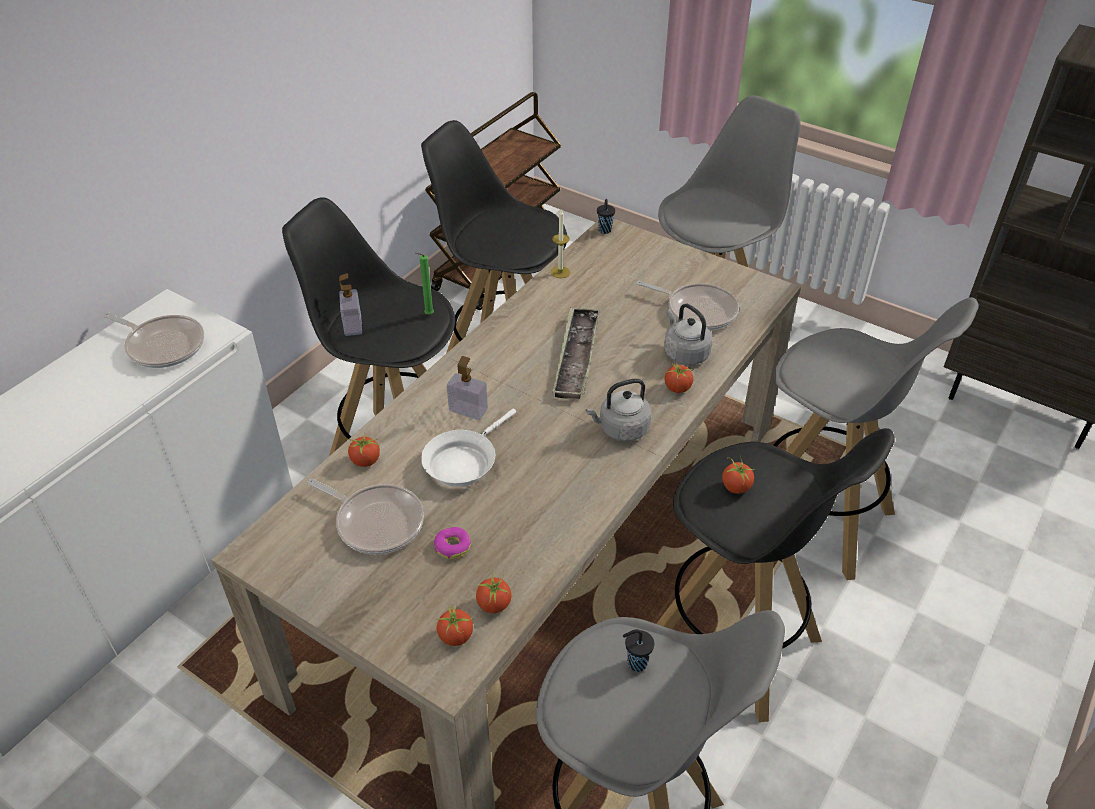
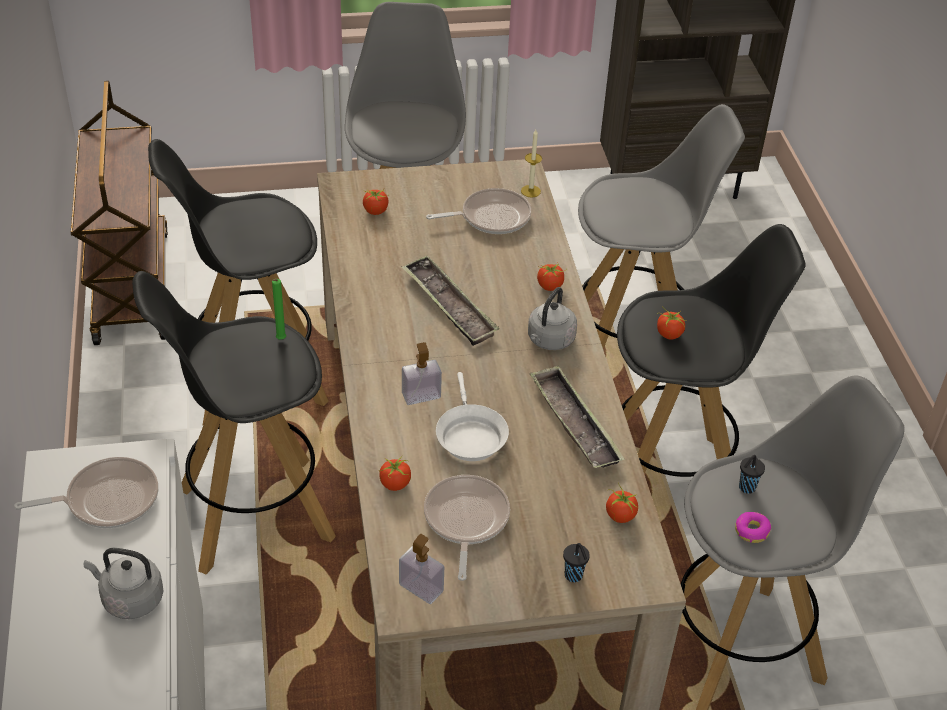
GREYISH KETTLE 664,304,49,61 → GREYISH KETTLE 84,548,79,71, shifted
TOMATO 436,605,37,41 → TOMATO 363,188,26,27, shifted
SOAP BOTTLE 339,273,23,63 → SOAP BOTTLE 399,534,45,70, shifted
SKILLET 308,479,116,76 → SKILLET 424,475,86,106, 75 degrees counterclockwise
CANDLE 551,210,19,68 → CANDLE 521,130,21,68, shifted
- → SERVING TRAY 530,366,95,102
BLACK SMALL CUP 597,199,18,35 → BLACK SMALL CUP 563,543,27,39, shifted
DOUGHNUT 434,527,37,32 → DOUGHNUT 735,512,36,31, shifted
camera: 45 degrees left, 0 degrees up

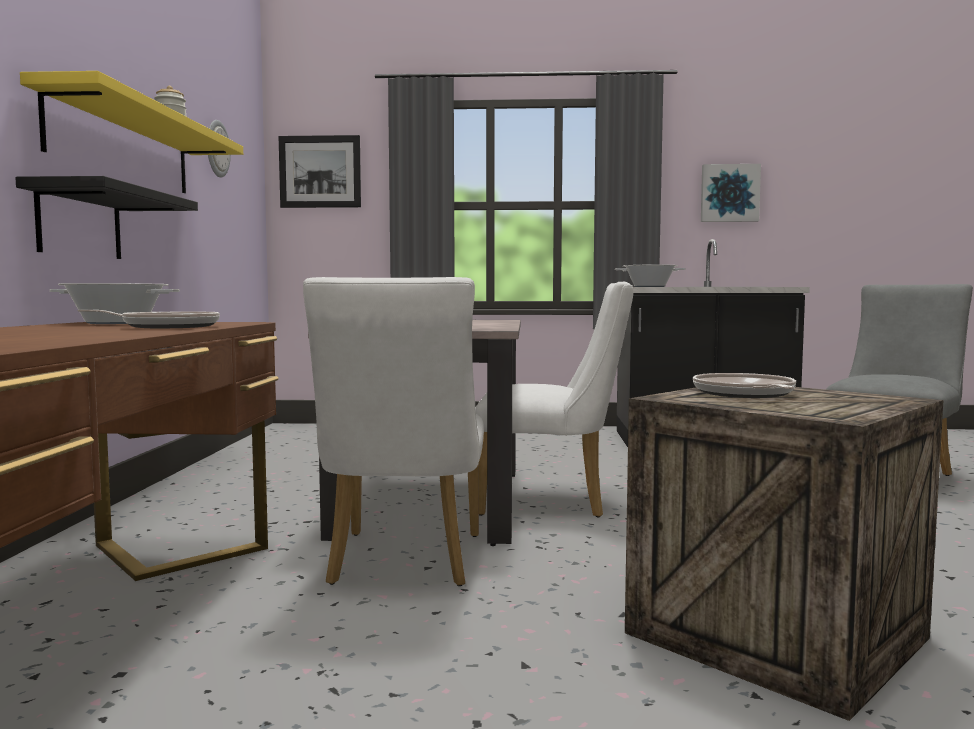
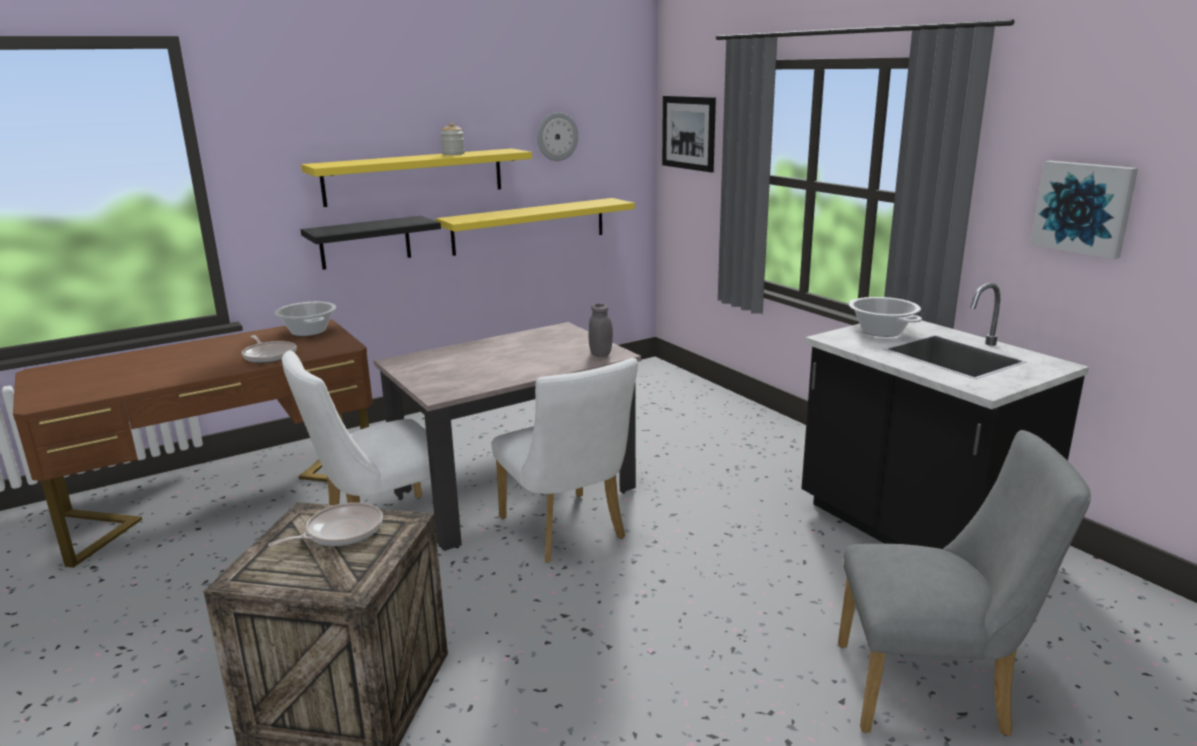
- → YELLOWISH WALL SHELF 436,198,199,58
- → GREYISH JAR 589,303,24,54
camera: 55 degrees right, 15 degrees up

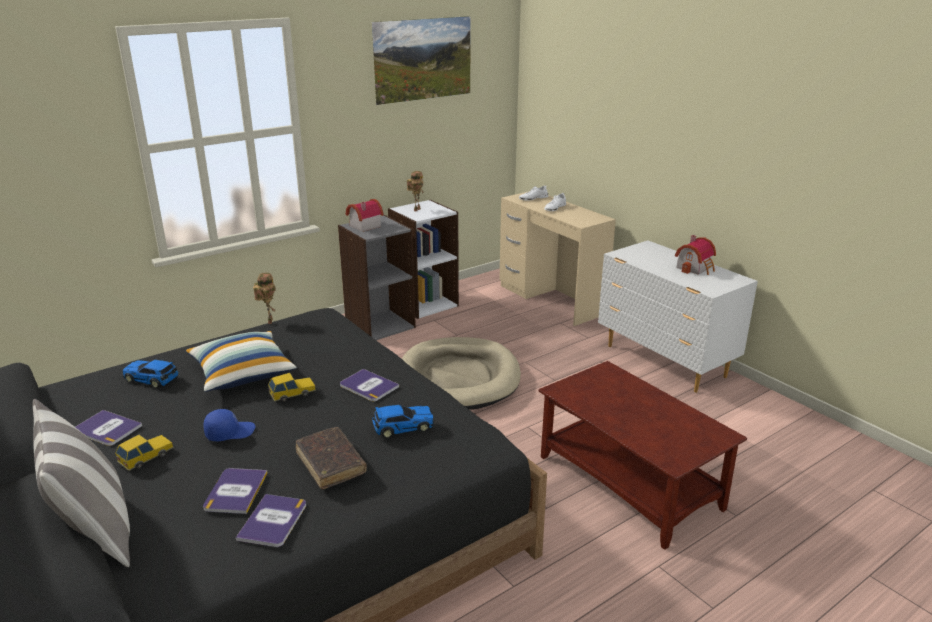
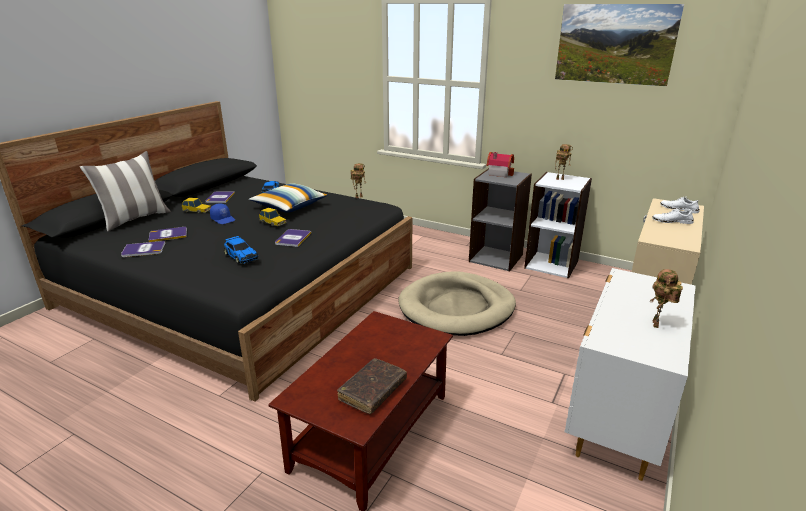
BROWNISH VOLUME 296,427,71,63 → BROWNISH VOLUME 337,358,70,56, shifted
TOY HOUSE 675,235,41,40 → TOY ROBOT 649,269,34,59
camera: 65 degrees right, 0 degrees up

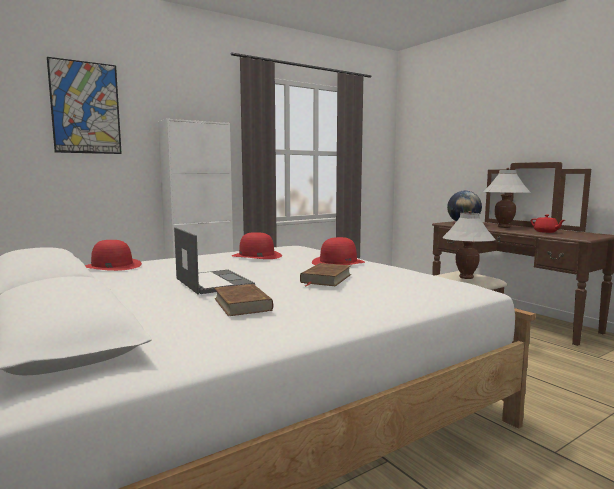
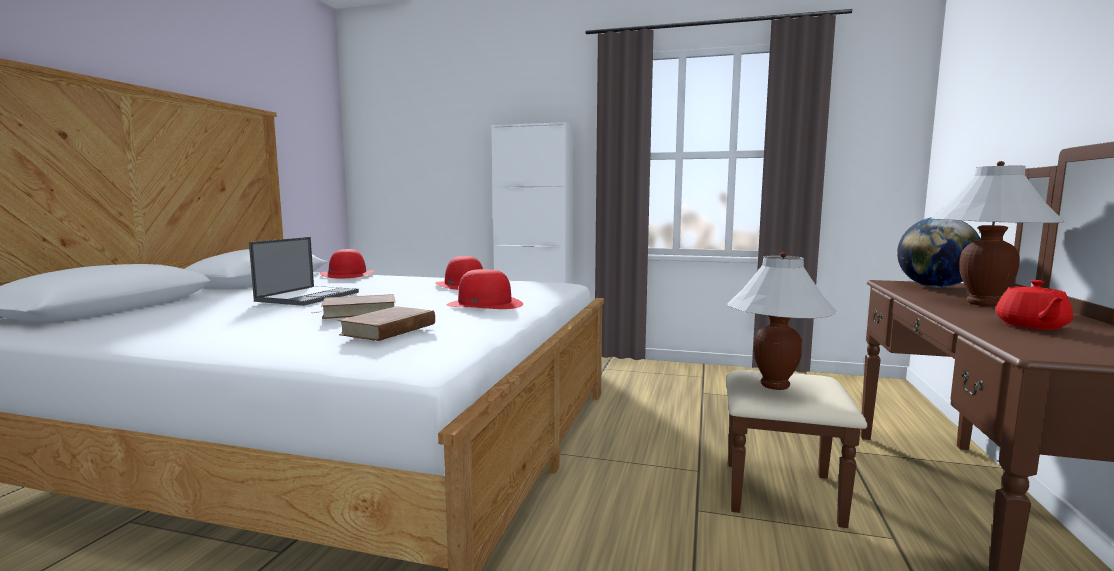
BROWNISH VOLUME 214,284,59,32 → BROWNISH VOLUME 338,306,97,35, shifted
WALL PICTURE 47,57,75,97 → -
camera: 50 degrees right, 0 degrees up

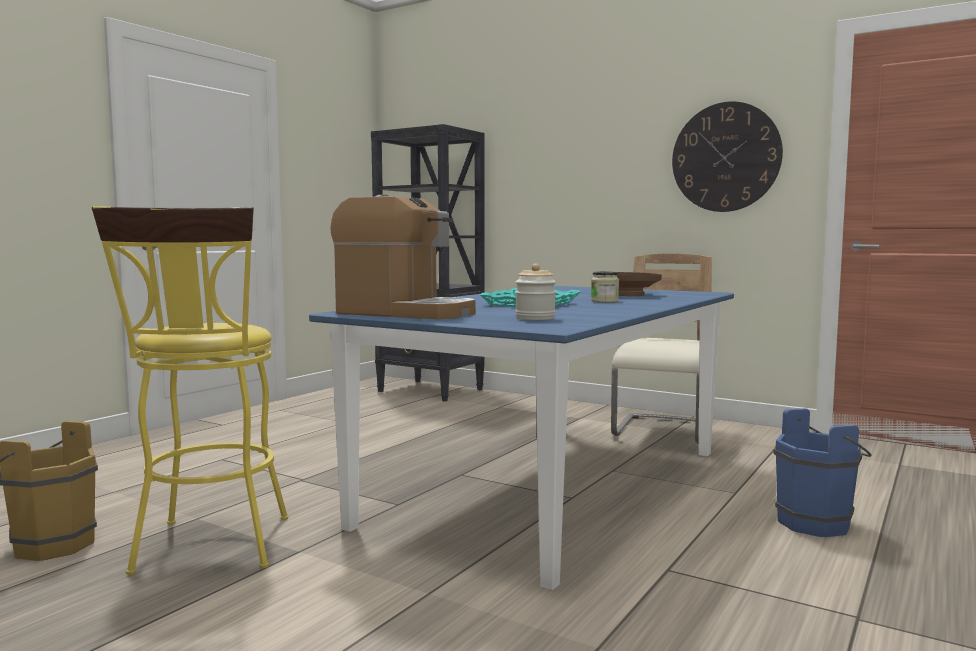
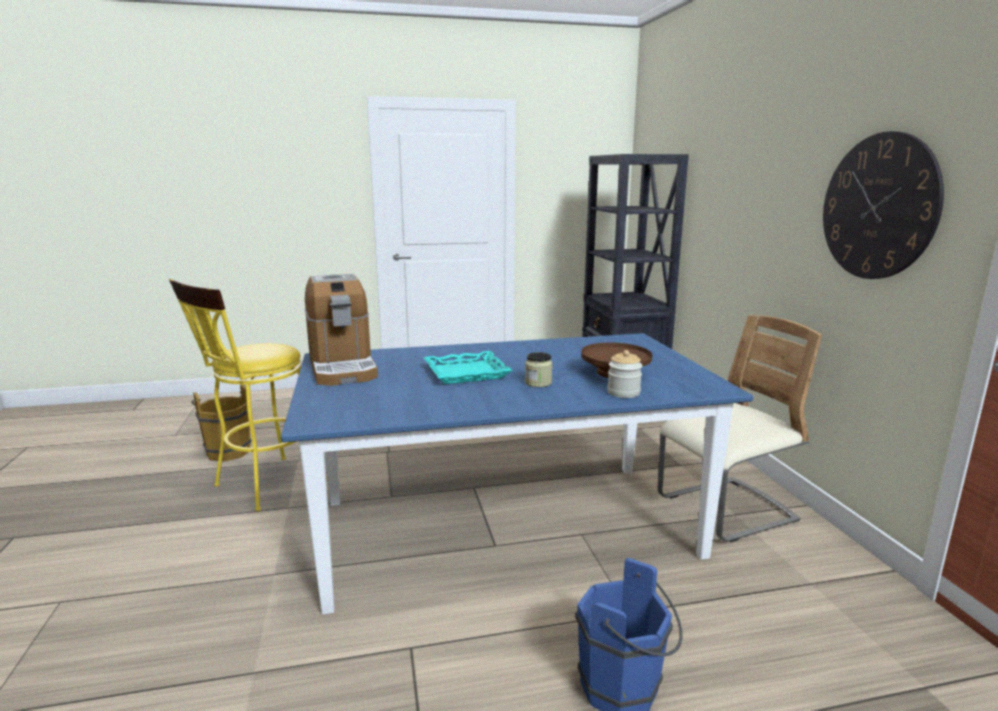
JAR 515,263,41,57 → JAR 607,350,35,48, shifted
camera: 45 degrees right, 10 degrees up

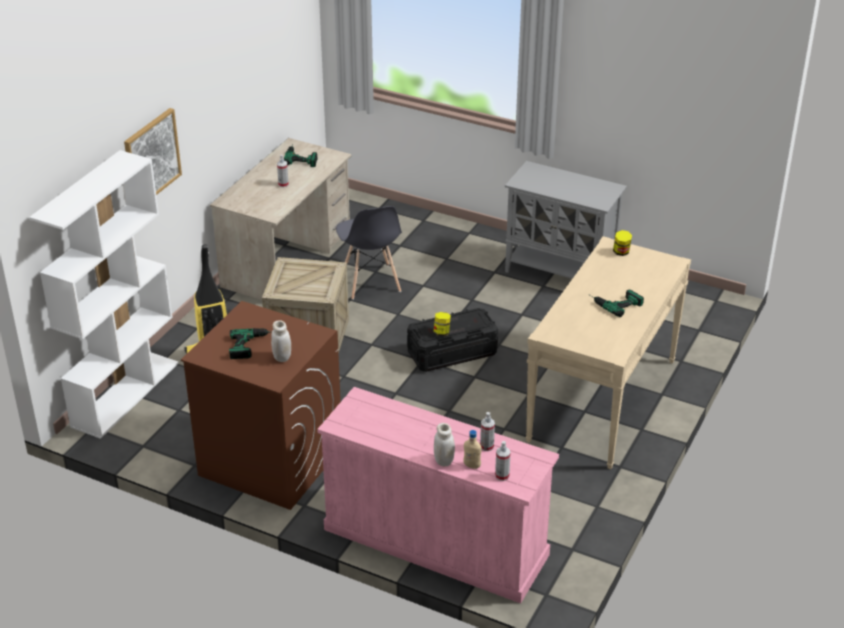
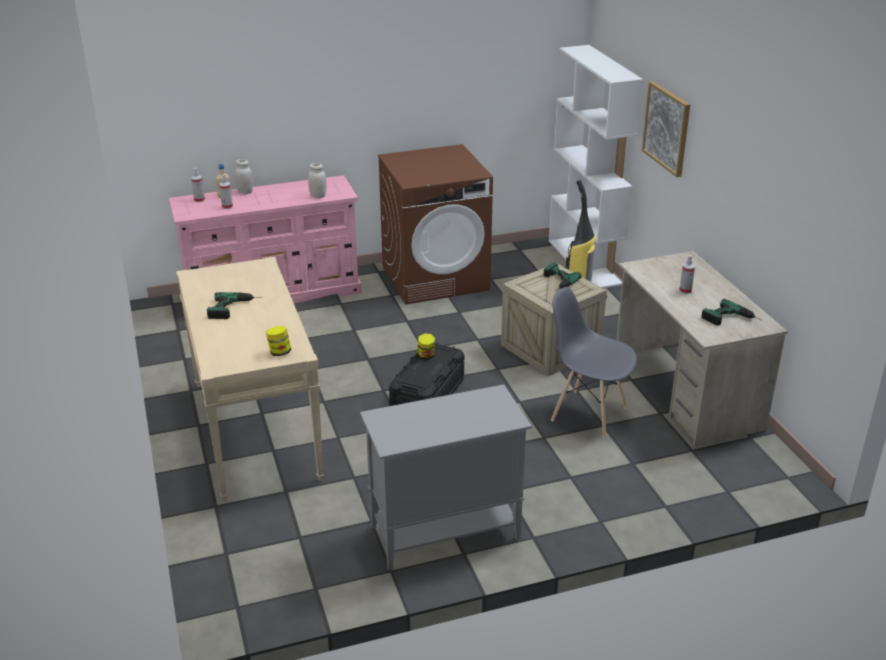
WHITE-COLOURED JAR 271,320,20,42 → WHITE-COLOURED JAR 308,163,19,35, shifted
DRILL 229,328,40,31 → DRILL 544,263,38,28, shifted
camera: 135 degrees right, 5 degrees down

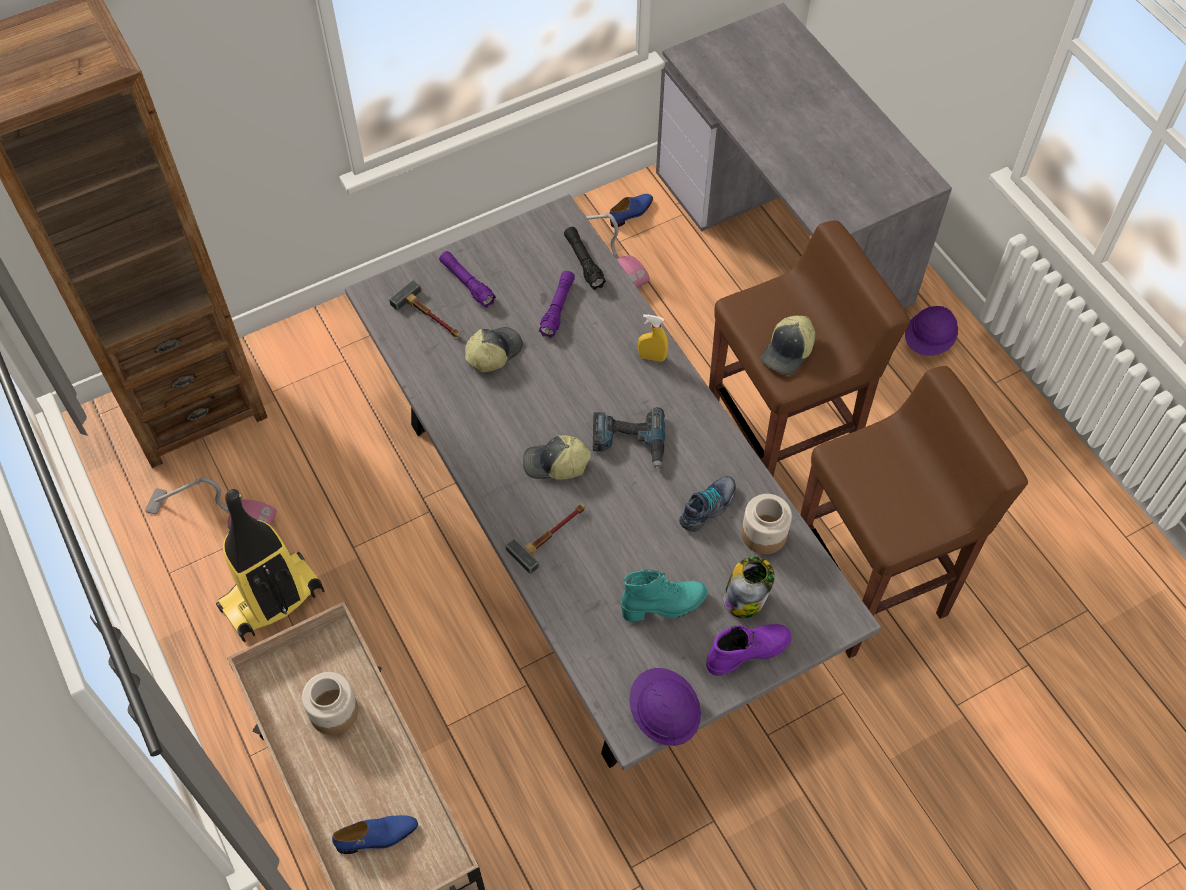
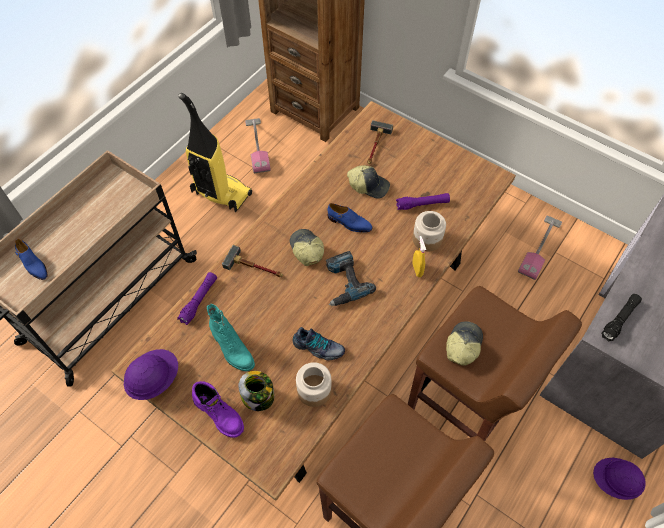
GREYISH KITCHEN TABLE 345,194,536,577 → BROWNISH KITCHEN TABLE 112,101,404,400
PURPLE-COLOURED FLASHLIGHT 439,251,57,57 → PURPLE-COLOURED FLASHLIGHT 177,272,40,53, shifted
BLUE ITEM OF FOOTWEAR 609,194,44,34 → BLUE ITEM OF FOOTWEAR 327,203,46,29, shifted
JAR 302,672,56,63 → JAR 413,211,33,41, shifted
CAP 761,315,54,60 → CAP 446,321,37,45, 105 degrees clockwise
BLACK FLASHLIGHT 564,227,42,63 → BLACK FLASHLIGHT 602,294,40,48, shifted
camera: 65 degrees right, 0 degrees up

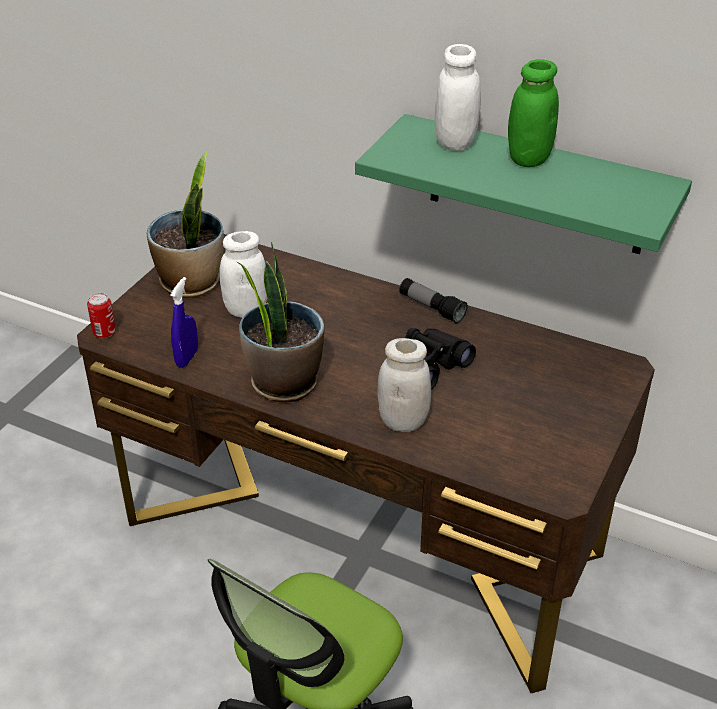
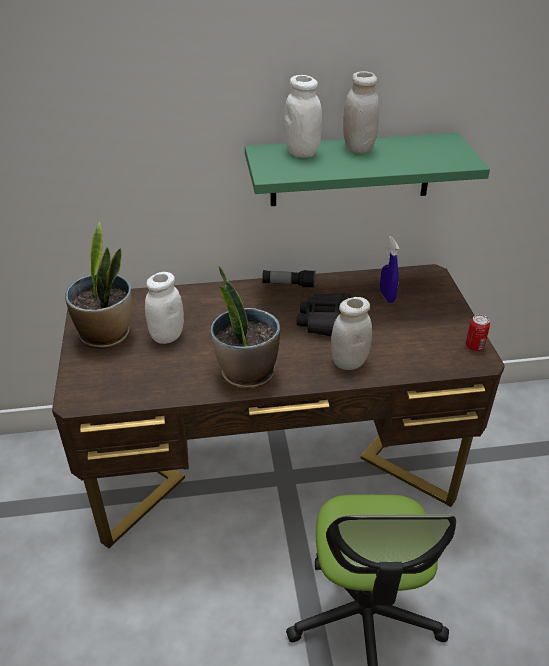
GREENISH JAR 508,59,51,108 → WHITE-COLOURED JAR 343,71,36,83
BLUE SPRAY BOTTLE 170,277,28,91 → BLUE SPRAY BOTTLE 380,236,20,67, shifted
METAL CAN 87,293,29,45 → METAL CAN 466,315,24,36, shifted
camera: 35 degrees left, 0 degrees up

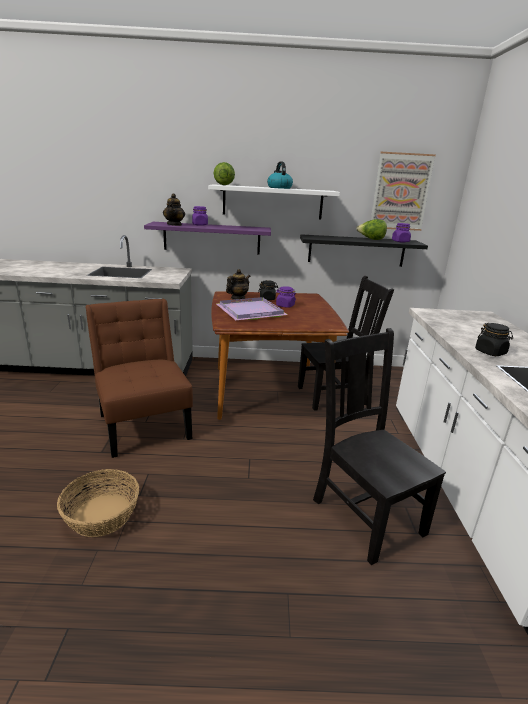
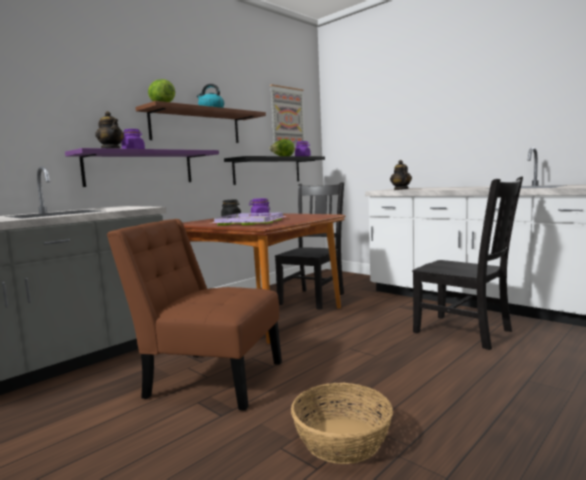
WHITE-COLOURED WALL SHELF 208,184,132,35 → BROWNISH WALL SHELF 135,101,131,42
POT FOR TEA 226,269,24,30 → POT FOR TEA 390,160,22,30, shifted
BLACK CHAIR 313,328,133,237 → BLACK CHAIR 412,176,111,174, 150 degrees counterclockwise
BLACK JAR 475,323,38,33 → -
camera: 45 degrees left, 15 degrees down

